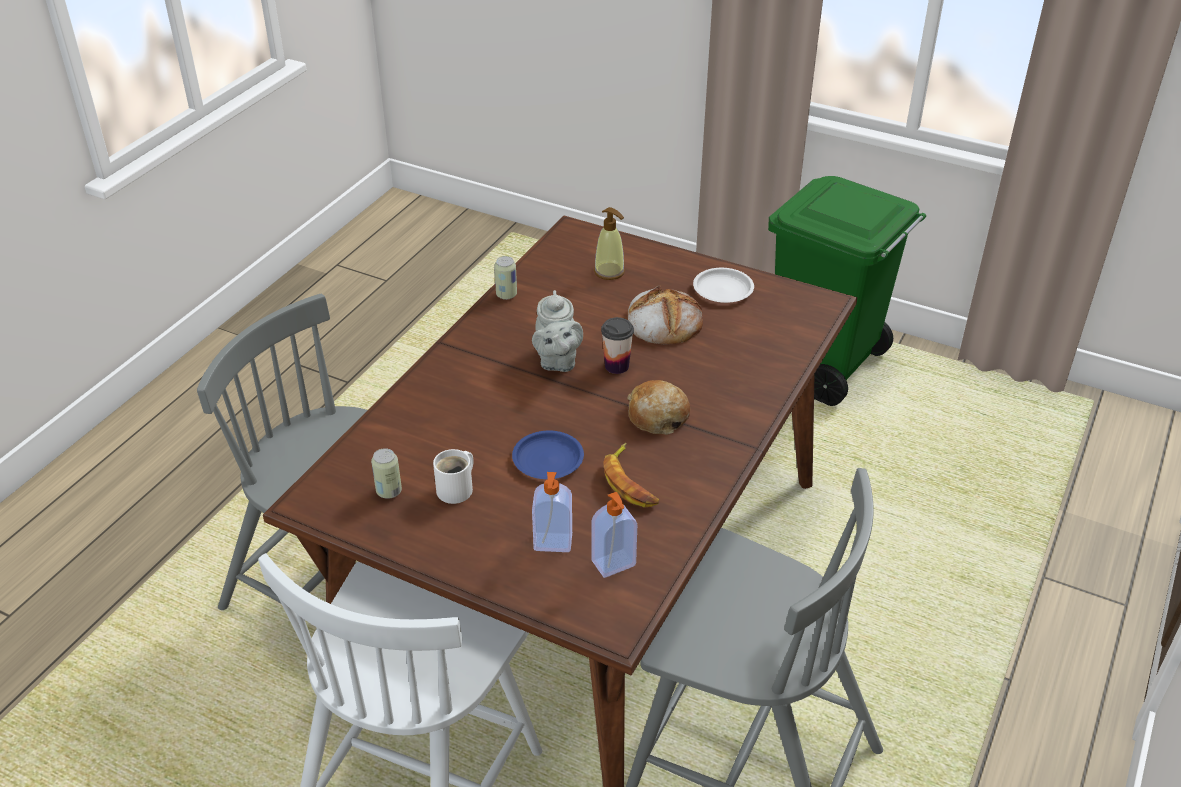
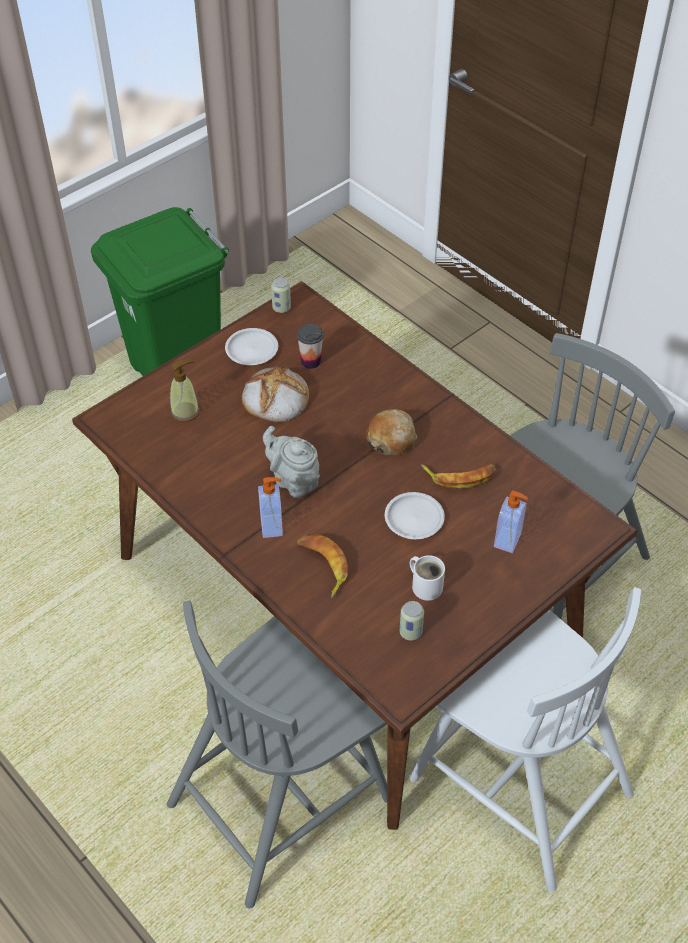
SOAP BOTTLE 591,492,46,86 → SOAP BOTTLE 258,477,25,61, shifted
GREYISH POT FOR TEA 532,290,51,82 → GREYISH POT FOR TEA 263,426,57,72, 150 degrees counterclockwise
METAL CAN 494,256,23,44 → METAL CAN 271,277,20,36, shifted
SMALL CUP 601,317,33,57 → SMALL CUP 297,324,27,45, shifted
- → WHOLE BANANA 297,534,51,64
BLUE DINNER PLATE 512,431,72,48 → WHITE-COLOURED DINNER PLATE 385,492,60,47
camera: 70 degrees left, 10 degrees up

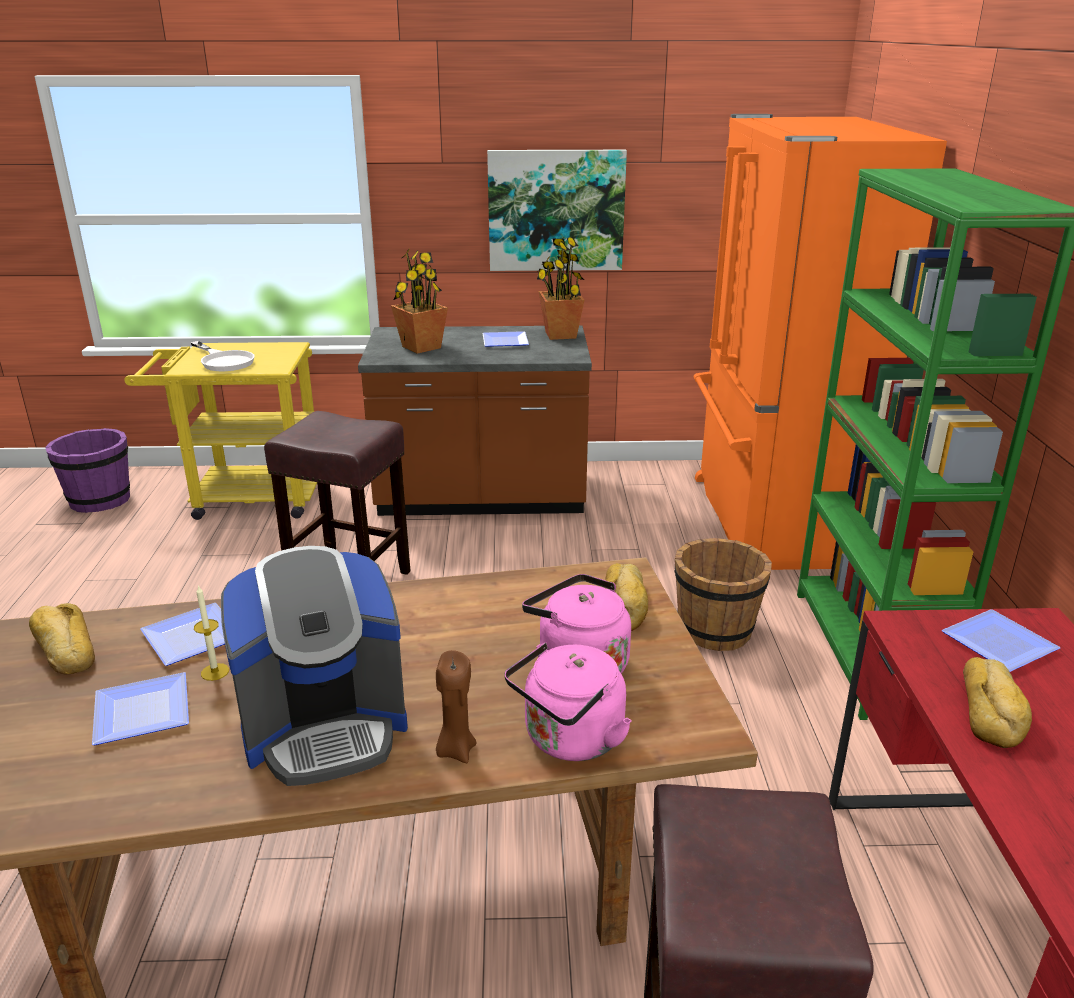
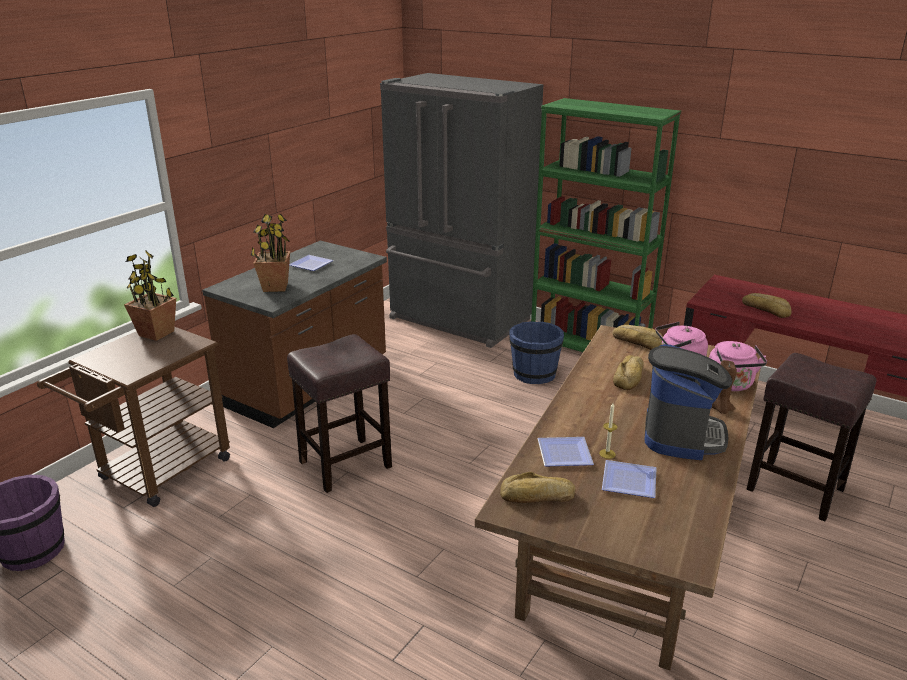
YELLOWISH CART 124,342,193,178 → BROWNISH CART 37,327,193,180
PLANT IN A POT 537,237,47,103 → PLANT IN A POT 124,251,52,90, shifted
ORANGEY KITCHEN FRIDGE 694,114,253,456 → GREYISH KITCHEN FRIDGE 380,73,164,275
BROWNISH PAIL 674,538,98,113 → BLUE PAIL 509,321,55,63
- → BAKERY BREAD 613,355,31,35
WHITE-COLOURED SKILLET 191,341,63,30 → -
WALL PICTURE 487,150,140,121 → -
DINNER PLATE 942,609,118,63 → -
camera: 55 degrees left, 0 degrees up

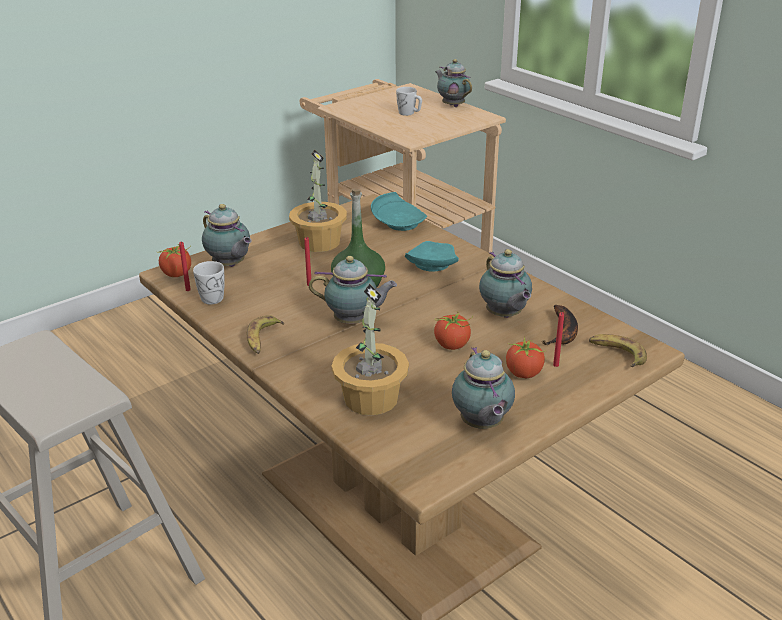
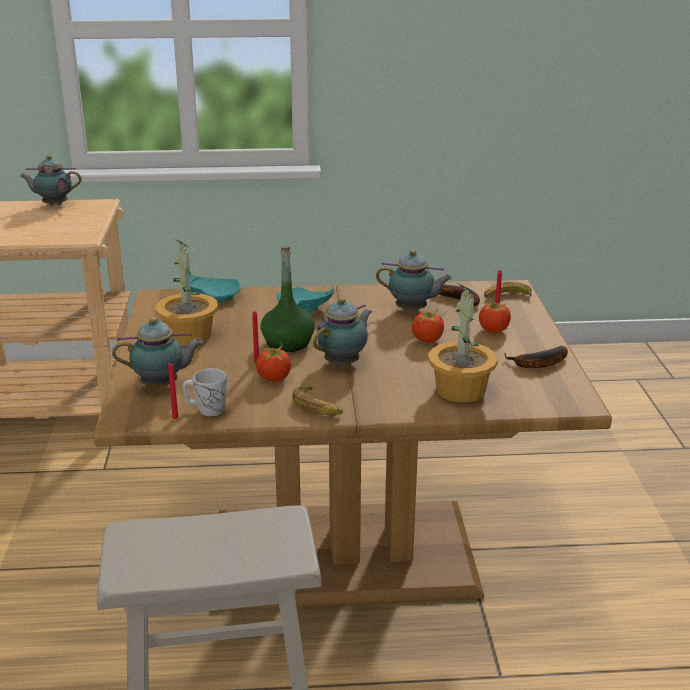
TOMATO 157,246,34,31 → TOMATO 256,342,36,40, shifted
POT FOR TEA 452,347,63,82 → WHOLE BANANA 505,346,63,22
WHITE-COLOURED MUG 396,87,26,29 → -
camera: 55 degrees left, 5 degrees down

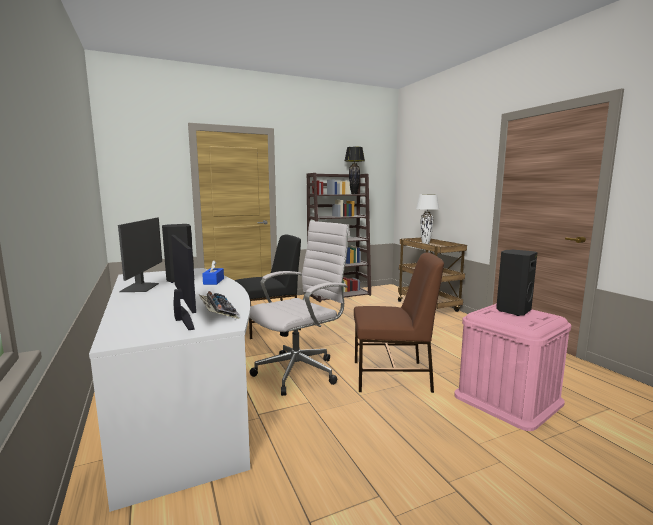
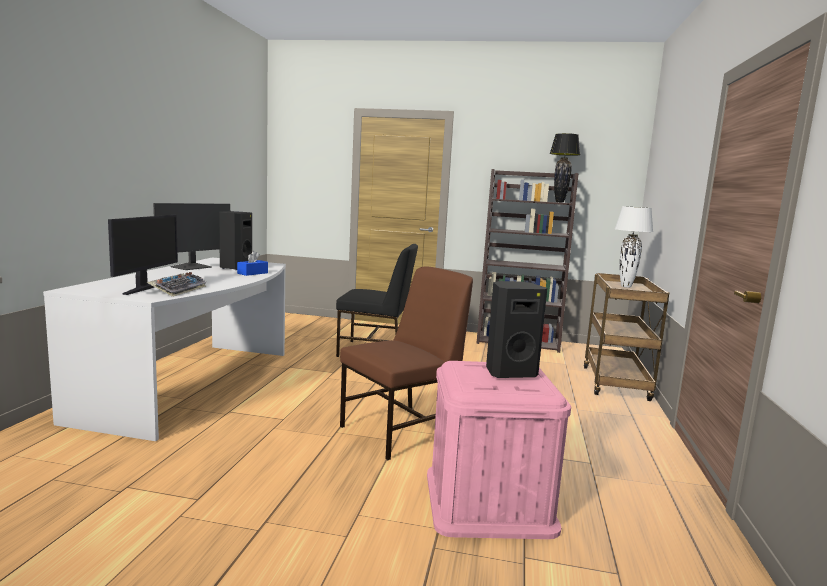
BROWNISH CHAIR 354,253,90,140 → BROWNISH CHAIR 340,266,133,194, 75 degrees counterclockwise
WHITE-COLOURED OFFICE CHAIR 250,221,100,175 → -
camera: 35 degrees right, 0 degrees up

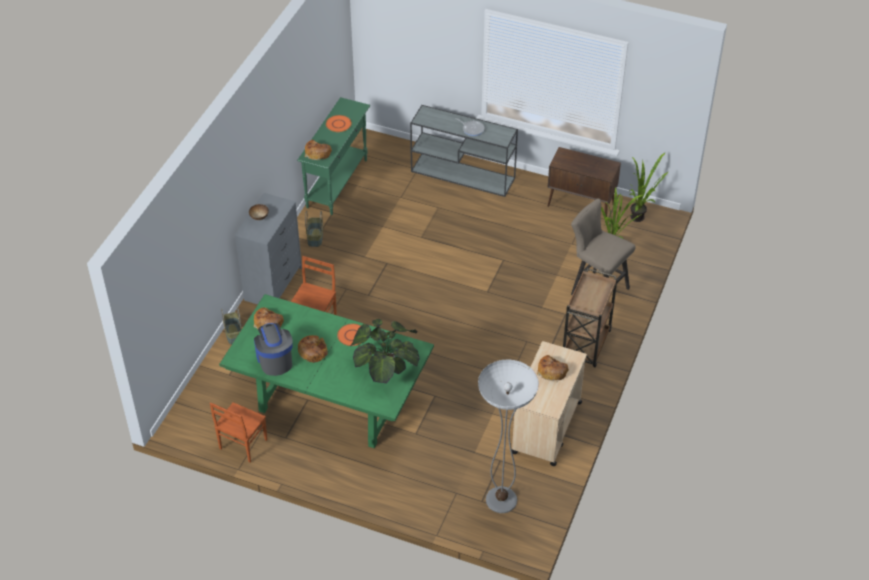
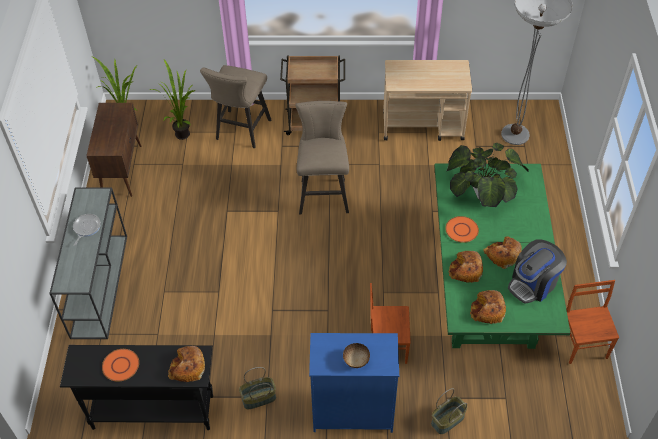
GREENISH HALL TABLE 297,97,73,118 → BLACK HALL TABLE 60,345,153,85
- → SAND-COLOURED STOOL SEAT 295,101,54,114
GREYISH DRAWER CHEST 234,193,68,111 → BLUE DRAWER CHEST 309,333,90,100
BAKERY BREAD 537,355,32,26 → BAKERY BREAD 448,251,35,32, shifted
BROWNISH CHAIR 210,402,57,61 → BROWNISH CHAIR 567,280,52,84, 105 degrees counterclockwise
camera: 110 degrees left, 5 degrees up

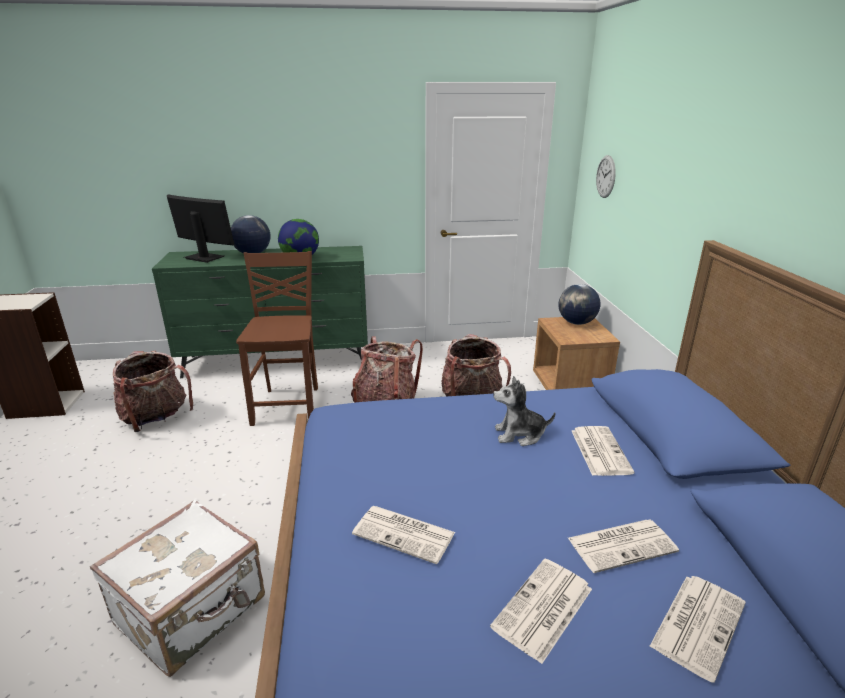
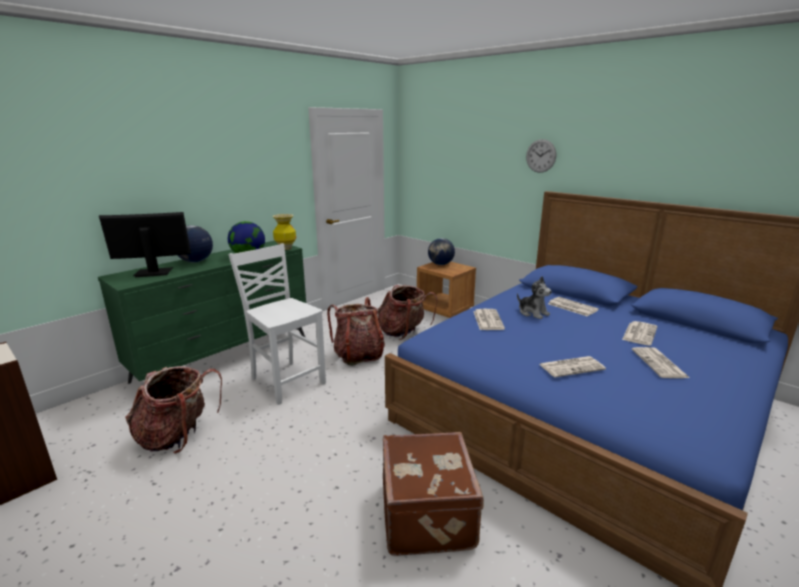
BROWNISH CHAIR 236,251,82,175 → WHITE-COLOURED CHAIR 228,243,98,162
- → DECORATIVE VASE 273,214,23,36
WHITE-COLOURED TRAVEL CASE 90,500,175,177 → BROWNISH TRAVEL CASE 383,432,101,124
DAILY PAPER 649,576,97,107 → DAILY PAPER 473,309,32,21, shifted
SOFT TOY 493,376,63,70 → SOFT TOY 517,276,35,43, 90 degrees counterclockwise
WALL CLOCK 596,155,20,43 → WALL CLOCK 526,139,30,34, shifted
camera: 40 degrees left, 5 degrees down

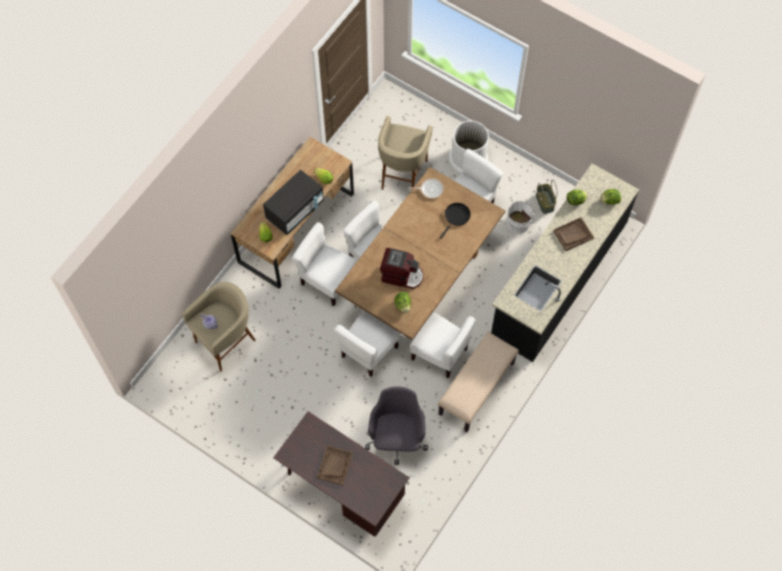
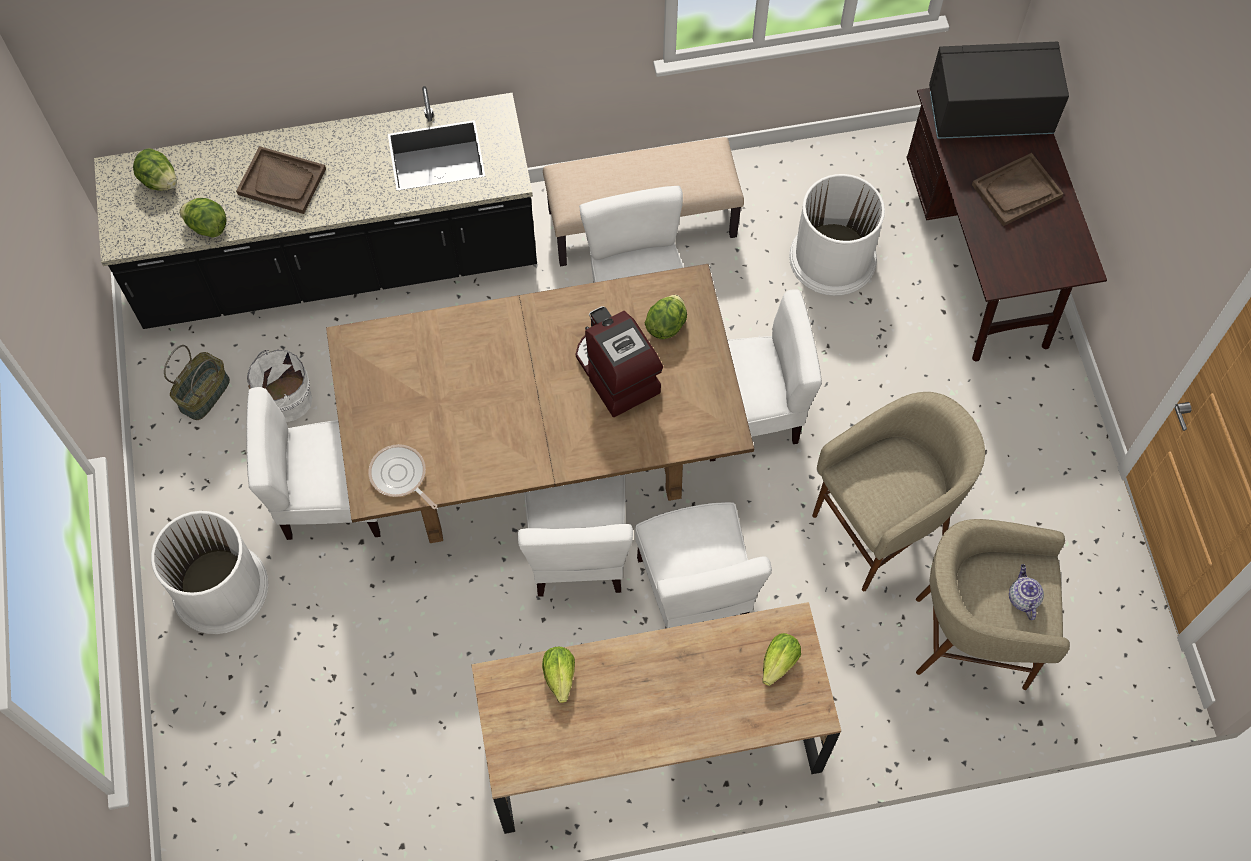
GREYISH OFFICE CHAIR 365,386,63,79 → WHITE-COLOURED WASTE BIN 789,174,96,122
SAND-COLOURED STOOL SEAT 378,116,54,74 → SAND-COLOURED STOOL SEAT 812,392,173,199, shifted
BLACK MICROWAVE 263,170,61,65 → BLACK MICROWAVE 929,42,140,97, shifted
BLACK SKILLET 440,203,31,36 → -
camera: 135 degrees left, 0 degrees up

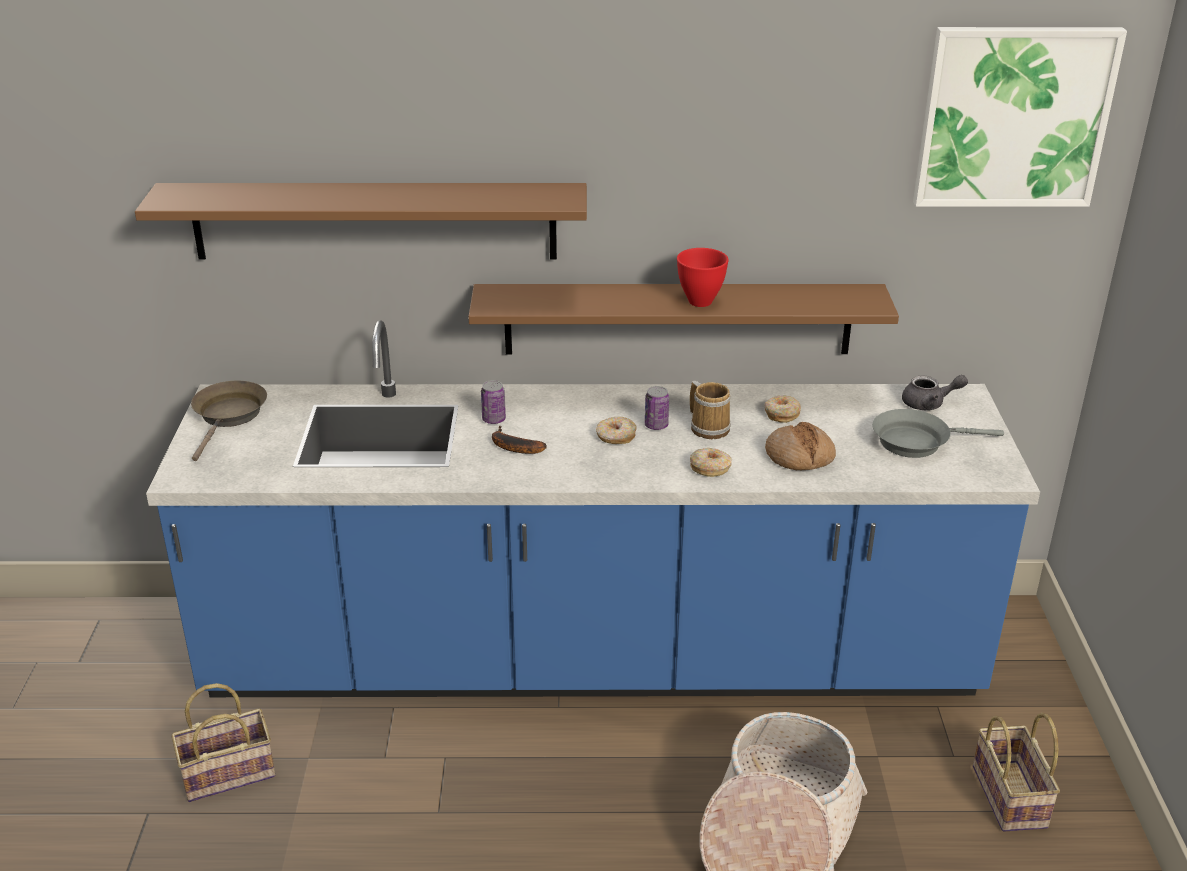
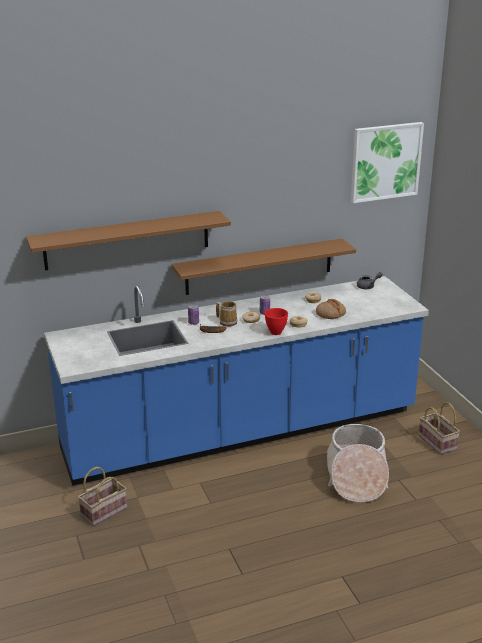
MUG 690,381,41,58 → MUG 216,301,21,25, shifted
REDDISH DEEP DISH 677,248,52,59 → REDDISH DEEP DISH 265,308,23,27, shifted
BROWNISH SKILLET 191,380,76,81 → -
GREYISH SKILLET 872,409,132,49 → -
camera: 20 degrees left, 5 degrees down

